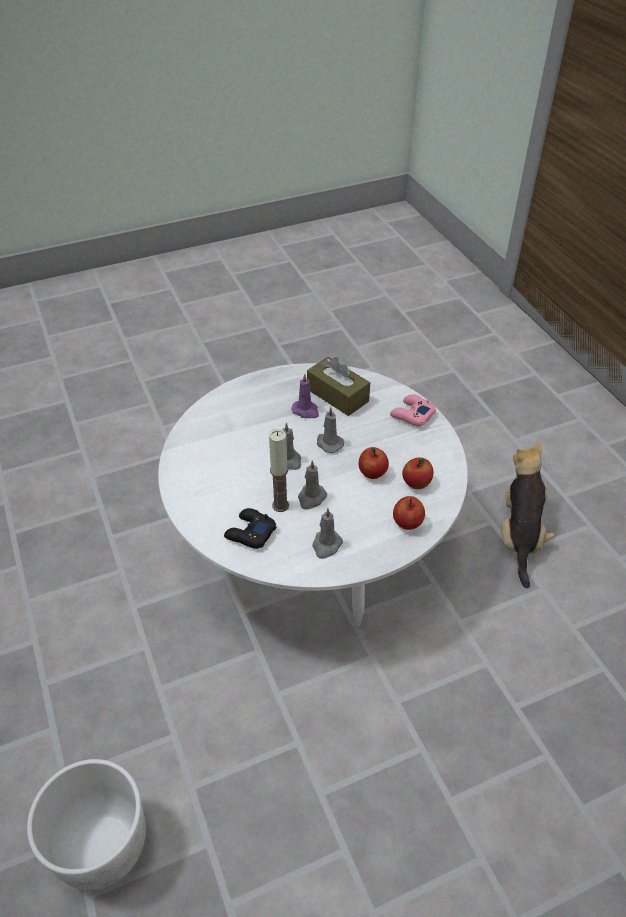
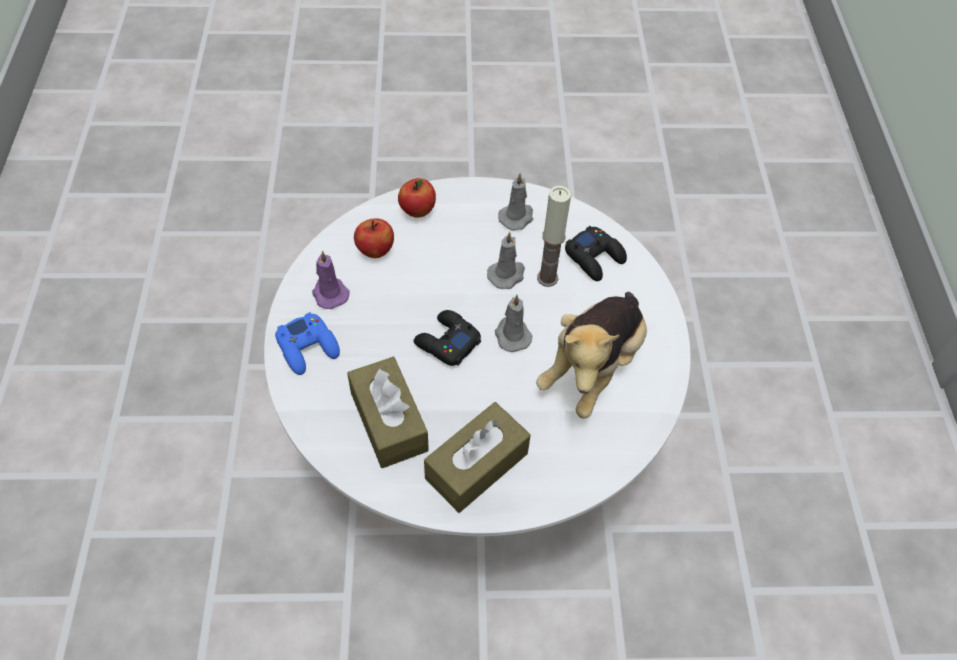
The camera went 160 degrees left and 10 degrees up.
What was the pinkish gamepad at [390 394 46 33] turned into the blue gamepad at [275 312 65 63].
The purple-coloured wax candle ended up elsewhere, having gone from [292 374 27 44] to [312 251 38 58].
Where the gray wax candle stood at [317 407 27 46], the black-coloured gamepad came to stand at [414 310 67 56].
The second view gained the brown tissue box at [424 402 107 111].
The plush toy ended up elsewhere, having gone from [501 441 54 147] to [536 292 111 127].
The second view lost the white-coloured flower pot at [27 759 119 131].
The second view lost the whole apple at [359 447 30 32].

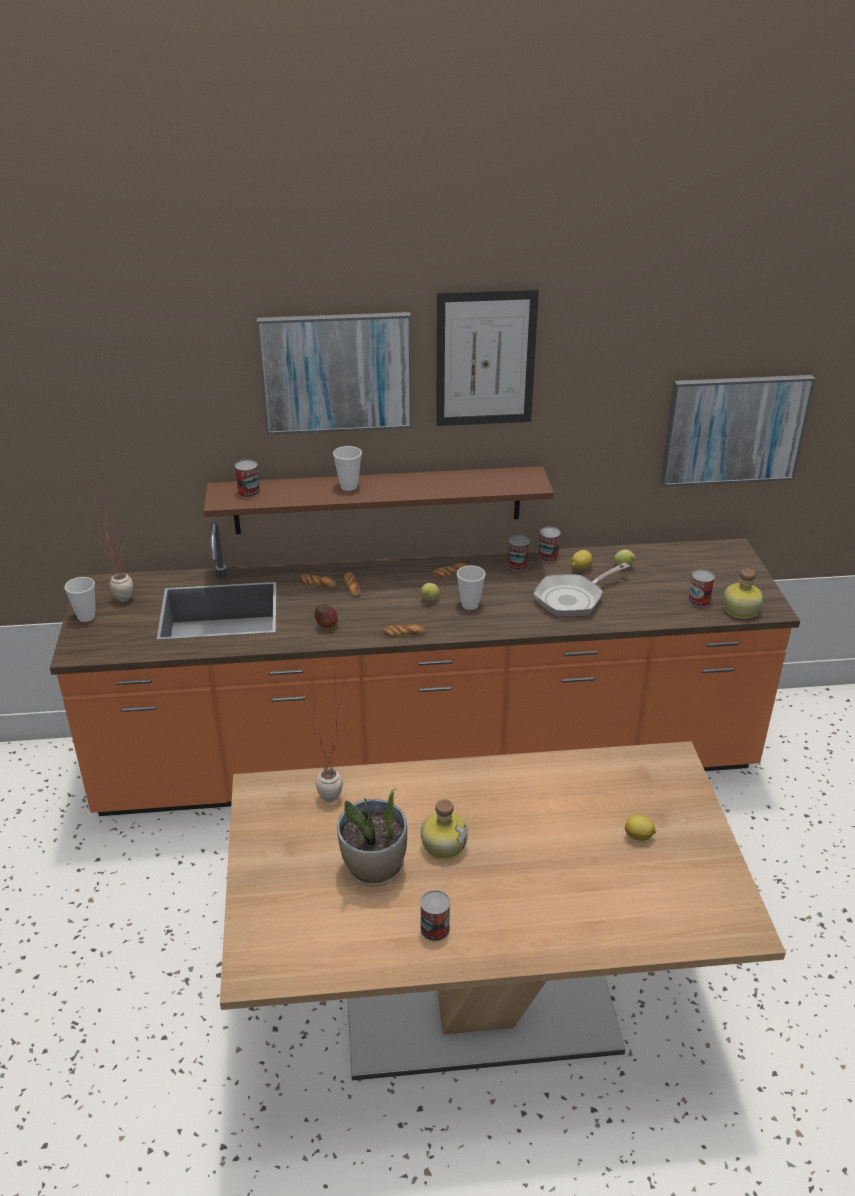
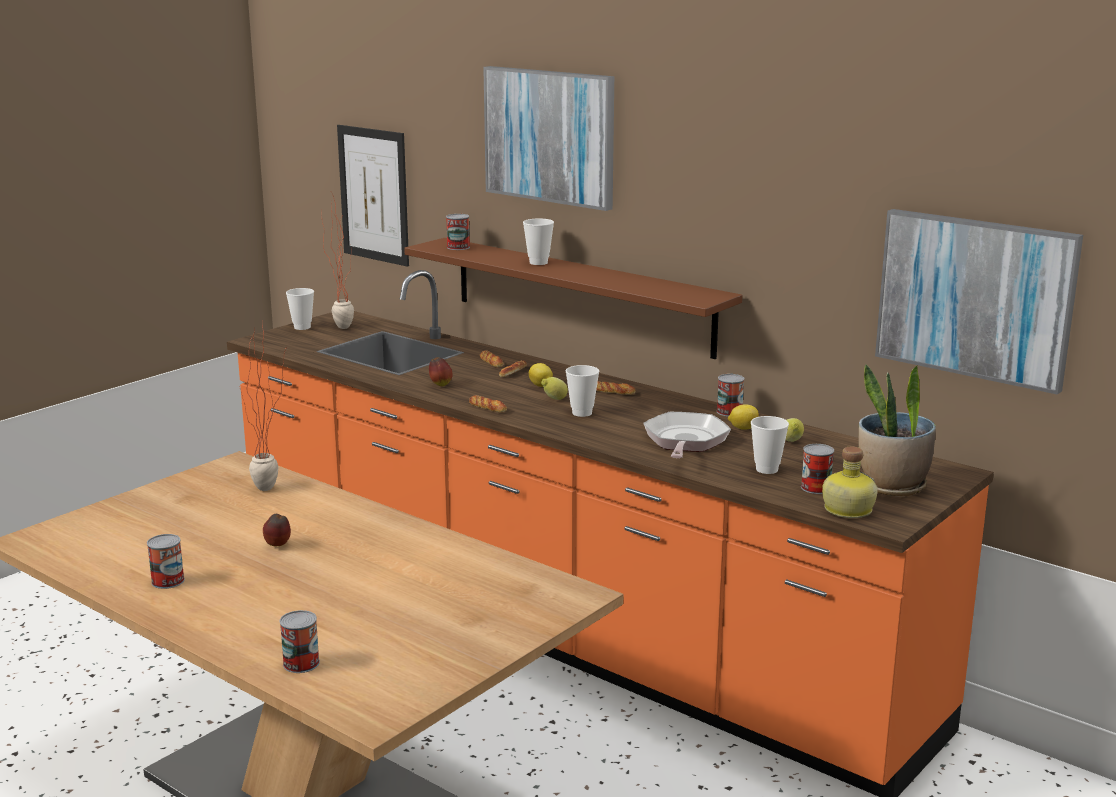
The camera went 45 degrees right and 15 degrees down.
Where the drink bottle stood at [421 799 47 61], the whole apple came to stand at [263 514 28 32].
The can ended up elsewhere, having gone from [508 535 22 36] to [280 610 40 63].
The wall picture ended up elsewhere, having gone from [436 289 103 137] to [337 125 72 142].
The lemon ended up elsewhere, having gone from [625 815 31 26] to [529 363 24 24].
The frying pan at [534 563 96 54] ended up facing another way, 90 degrees clockwise from before.
The second view gained the small cup at [751 416 38 58].
The houseplant ended up elsewhere, having gone from [337 788 70 98] to [858 364 78 132].

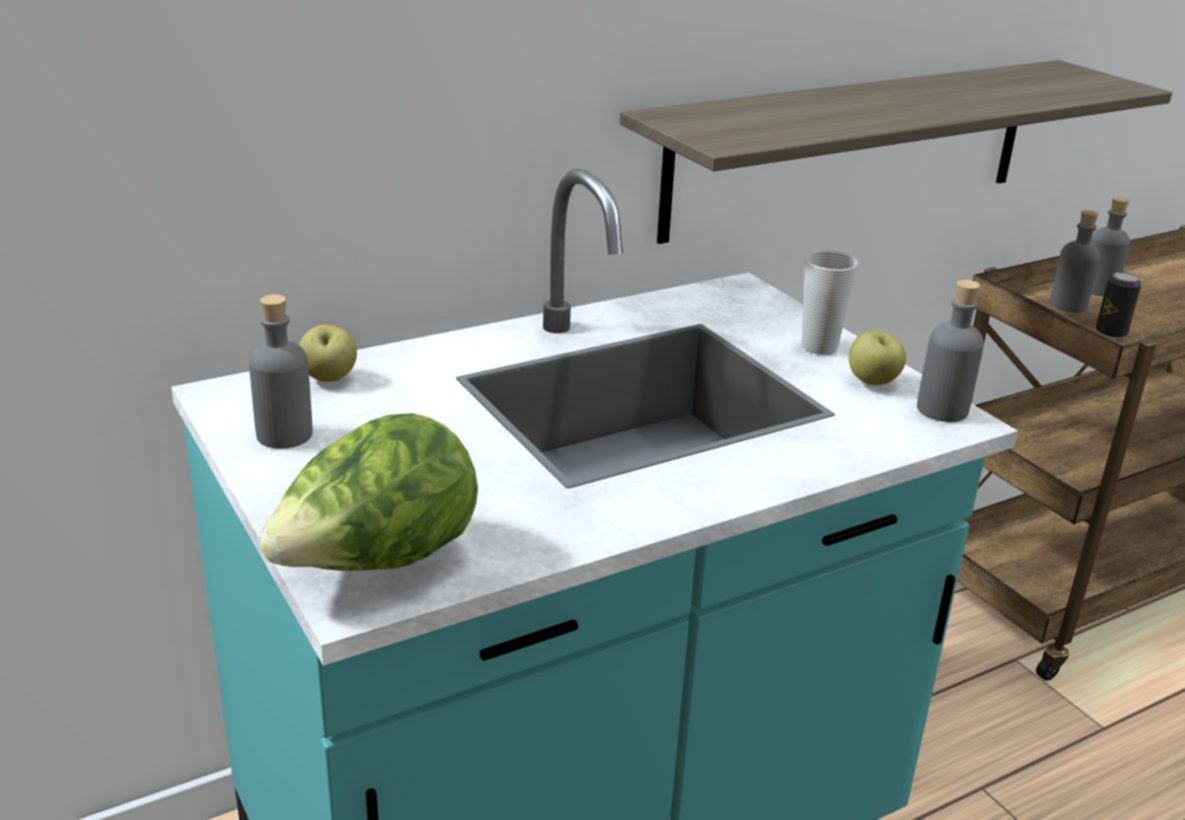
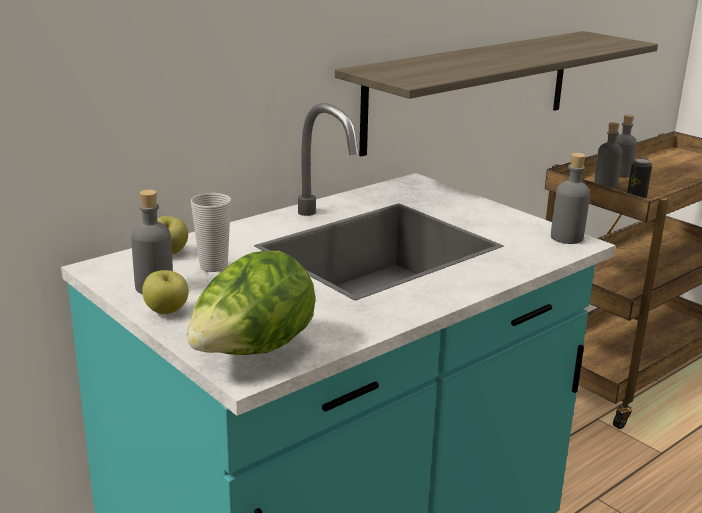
The camera went 10 degrees left and 5 degrees down.
The whole apple ended up elsewhere, having gone from [849 331 57 54] to [142 270 47 44].
The small cup ended up elsewhere, having gone from [802 250 56 104] to [191 193 40 79].

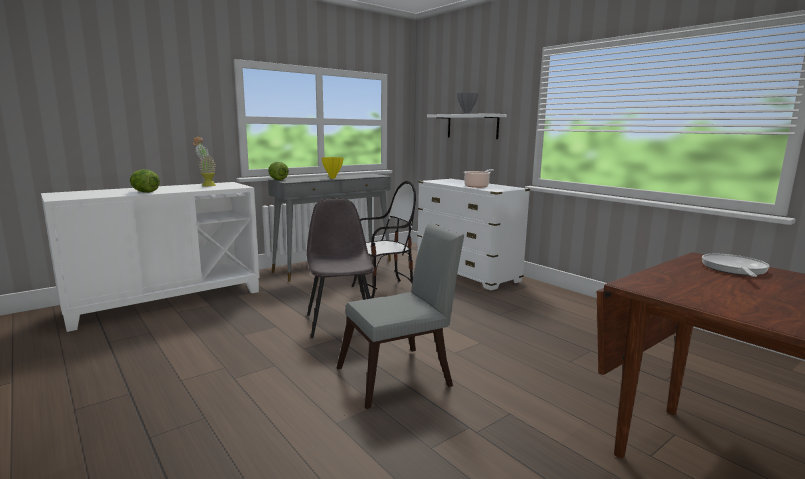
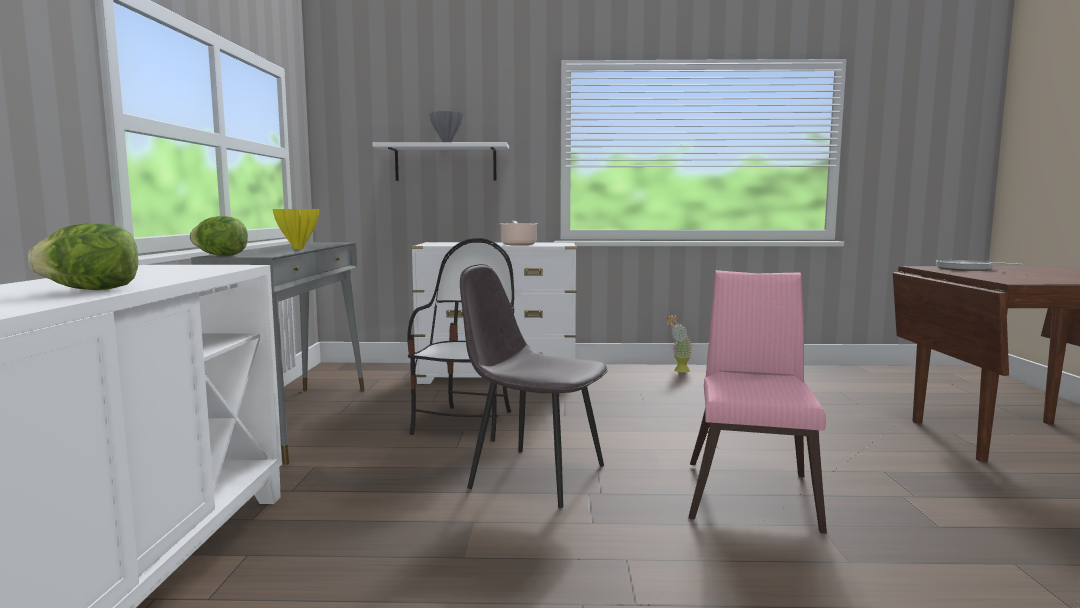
The camera went 50 degrees left and 5 degrees down.
The houseplant ended up elsewhere, having gone from [193 137 24 49] to [666 315 27 58].
What was the gray chair at [337 223 127 186] turned into the pinkish chair at [689 270 138 264].

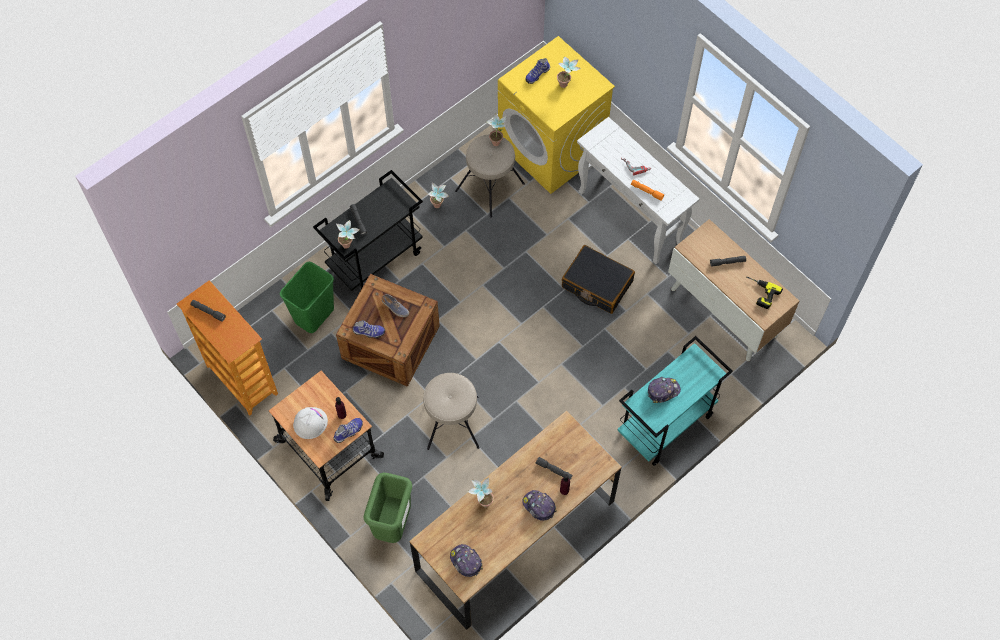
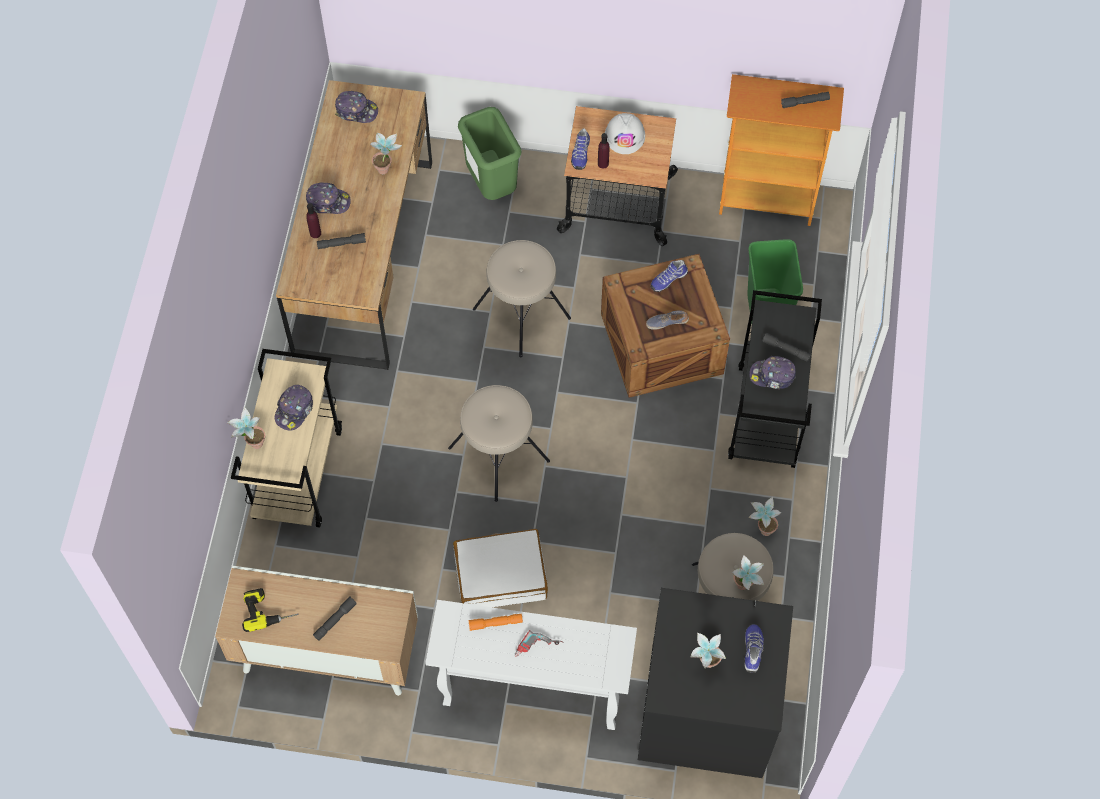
The camera went 140 degrees right and 0 degrees up.
The houseplant ended up elsewhere, having gone from [336 220 24 29] to [227 407 38 42].
What was the blue-green cart at [618 336 115 130] turned into the beige-coloured cart at [231 349 111 179].
The second view gained the beige-coloured sitting stool at [448 385 102 117].
What was the black-coloured piece of luggage at [562 245 73 69] turned into the white-coloured piece of luggage at [453 529 95 78].
What was the yellow-coloured washing machine at [498 36 117 158] turned into the black-coloured washing machine at [638 588 155 190].
The second view gained the cap at [749 356 47 33].

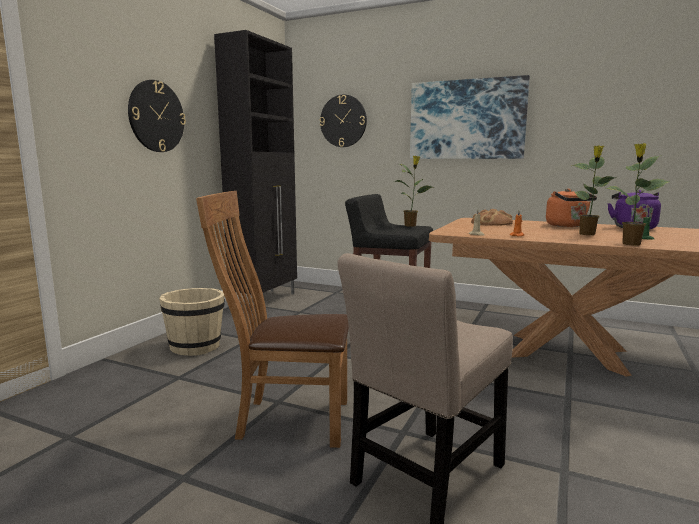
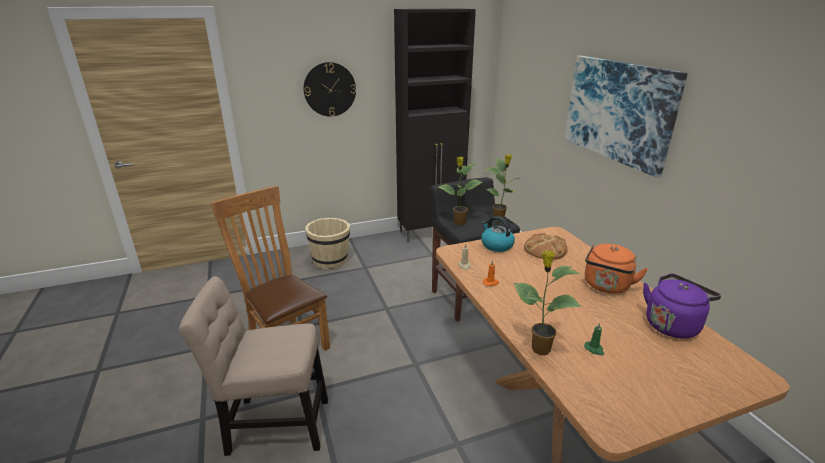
The camera went 45 degrees right and 15 degrees up.
The houseplant ended up elsewhere, having gone from [573 145 42 90] to [438 157 45 68].
The second view gained the water kettle at [481 216 34 36].
The second view lost the hanging clock at [320 94 47 53].

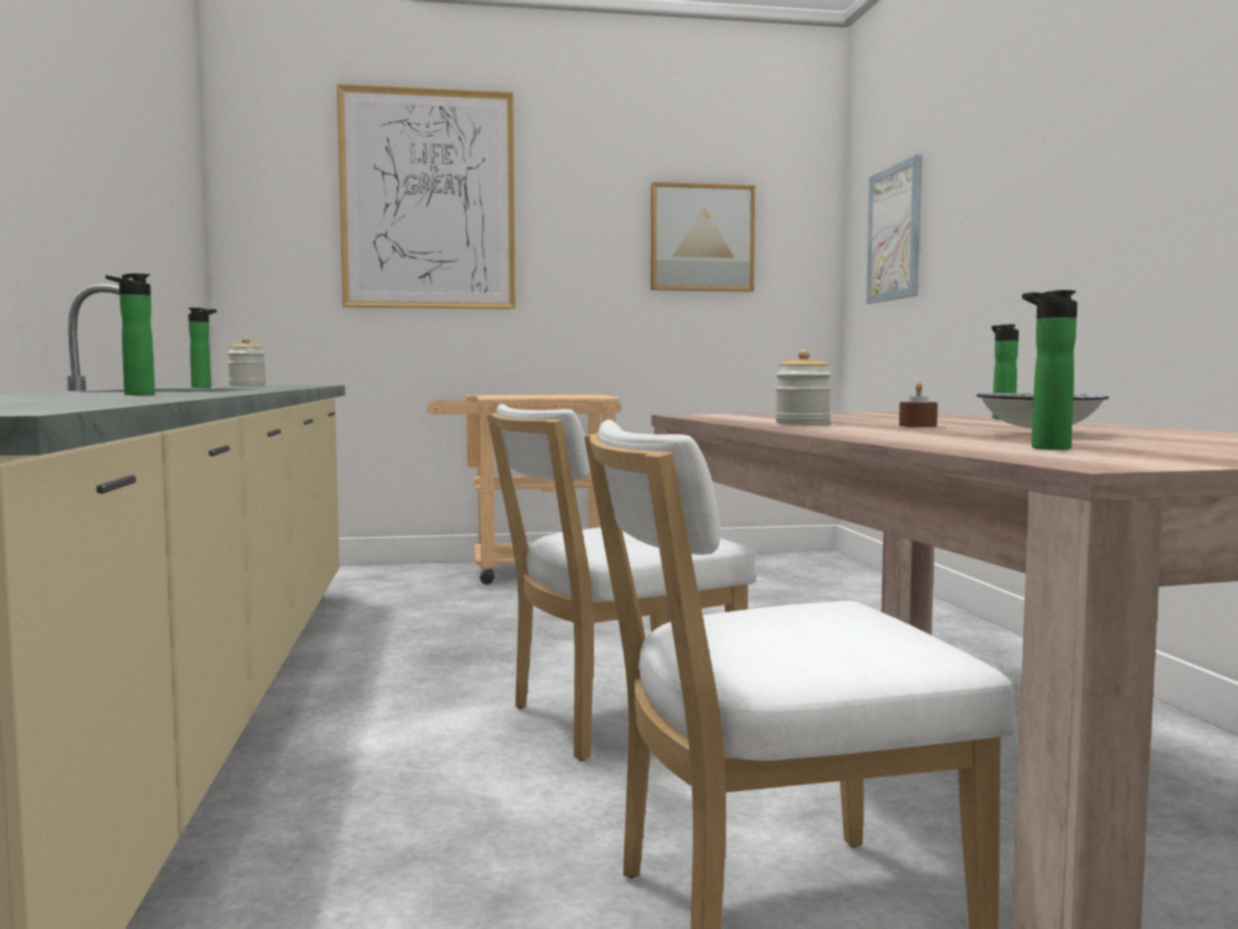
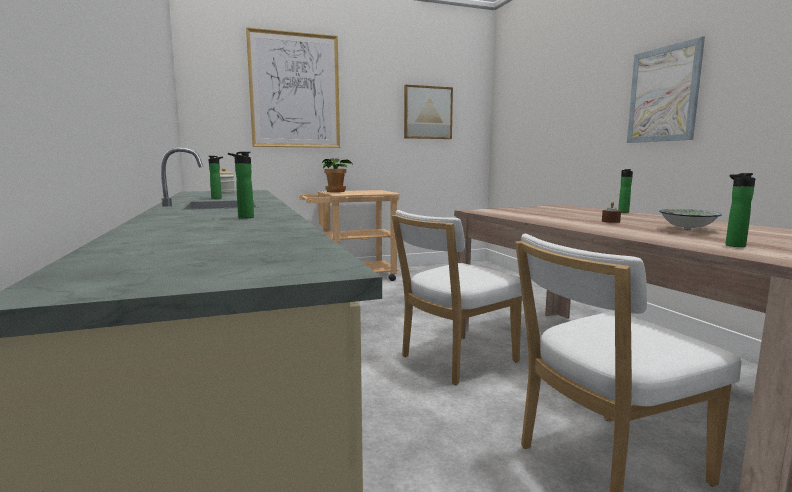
The camera went 10 degrees left and 5 degrees up.
The second view gained the houseplant at [322 158 30 34].
The wall picture ended up elsewhere, having gone from [866 154 56 150] to [627 36 78 107].
The second view lost the jar at [775 350 56 75].

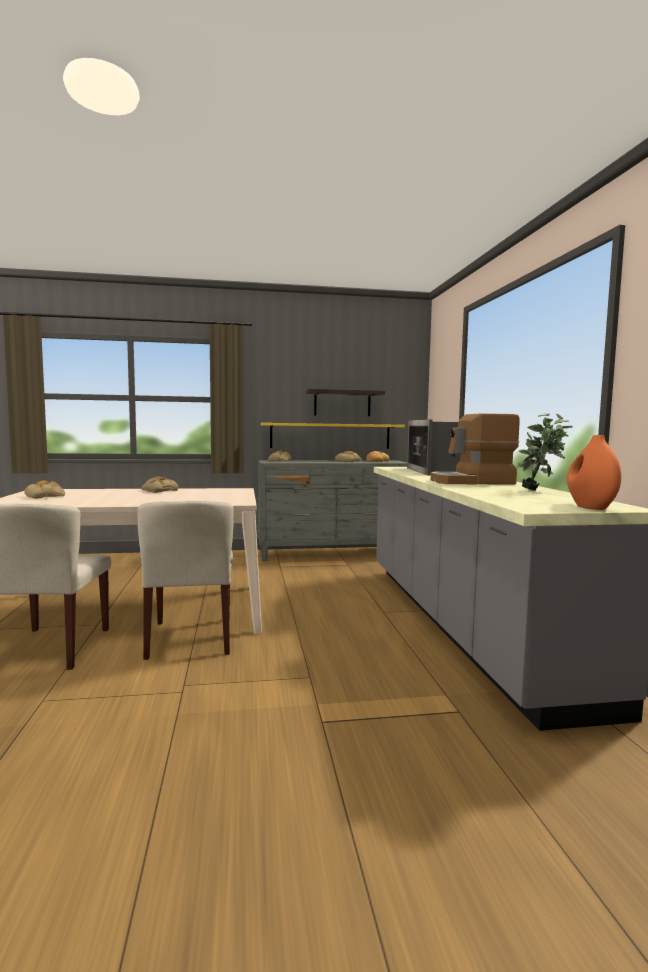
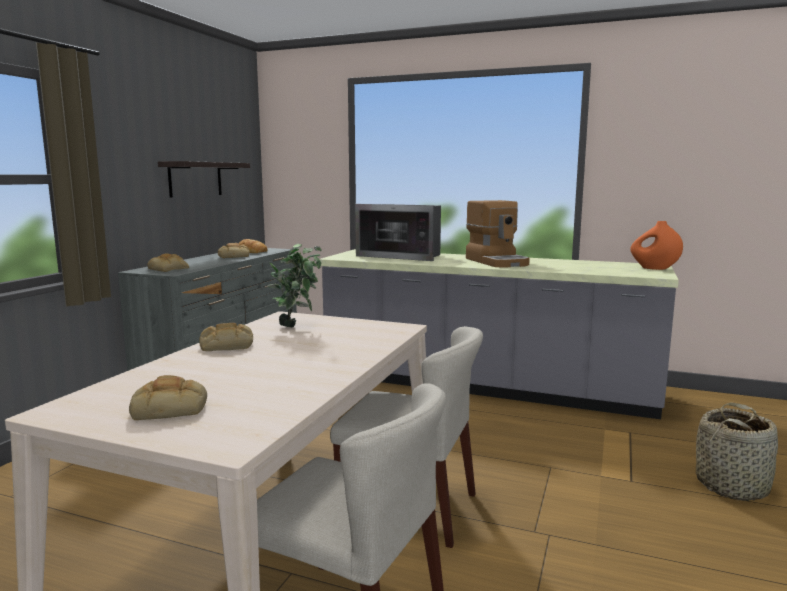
The camera went 60 degrees left and 5 degrees up.
The houseplant ended up elsewhere, having gone from [517 414 56 77] to [268 244 54 83].
The coffee maker at [431 413 89 71] ended up facing another way, 45 degrees counterclockwise from before.
The second view gained the basket at [696 402 82 99].
The second view lost the yellow-coloured bracket shelf at [261 423 144 26].

